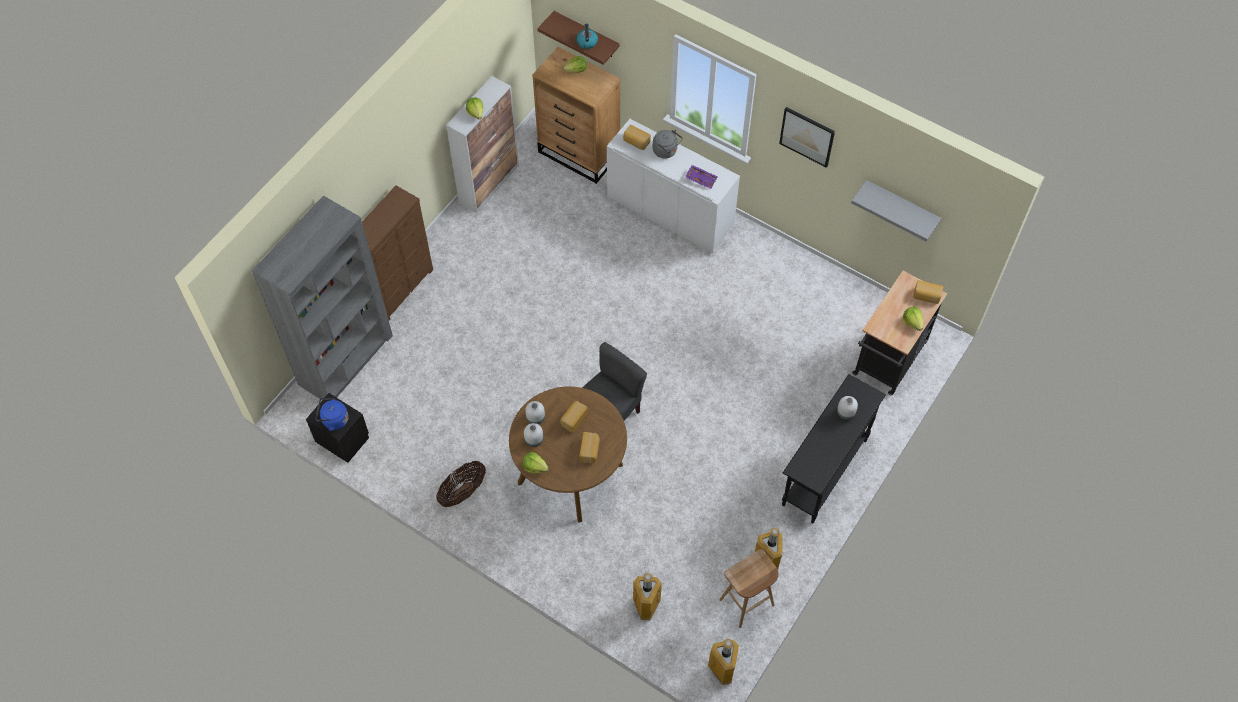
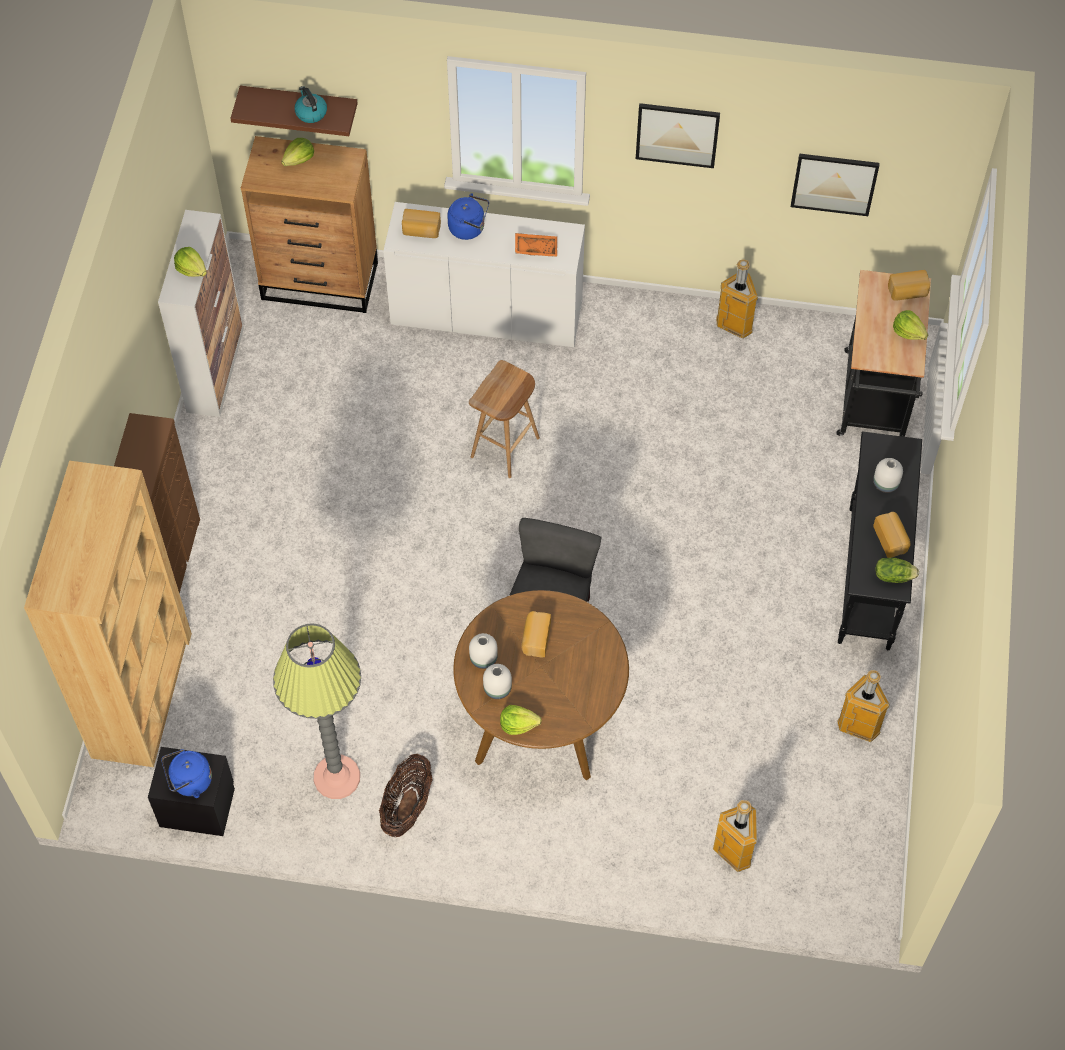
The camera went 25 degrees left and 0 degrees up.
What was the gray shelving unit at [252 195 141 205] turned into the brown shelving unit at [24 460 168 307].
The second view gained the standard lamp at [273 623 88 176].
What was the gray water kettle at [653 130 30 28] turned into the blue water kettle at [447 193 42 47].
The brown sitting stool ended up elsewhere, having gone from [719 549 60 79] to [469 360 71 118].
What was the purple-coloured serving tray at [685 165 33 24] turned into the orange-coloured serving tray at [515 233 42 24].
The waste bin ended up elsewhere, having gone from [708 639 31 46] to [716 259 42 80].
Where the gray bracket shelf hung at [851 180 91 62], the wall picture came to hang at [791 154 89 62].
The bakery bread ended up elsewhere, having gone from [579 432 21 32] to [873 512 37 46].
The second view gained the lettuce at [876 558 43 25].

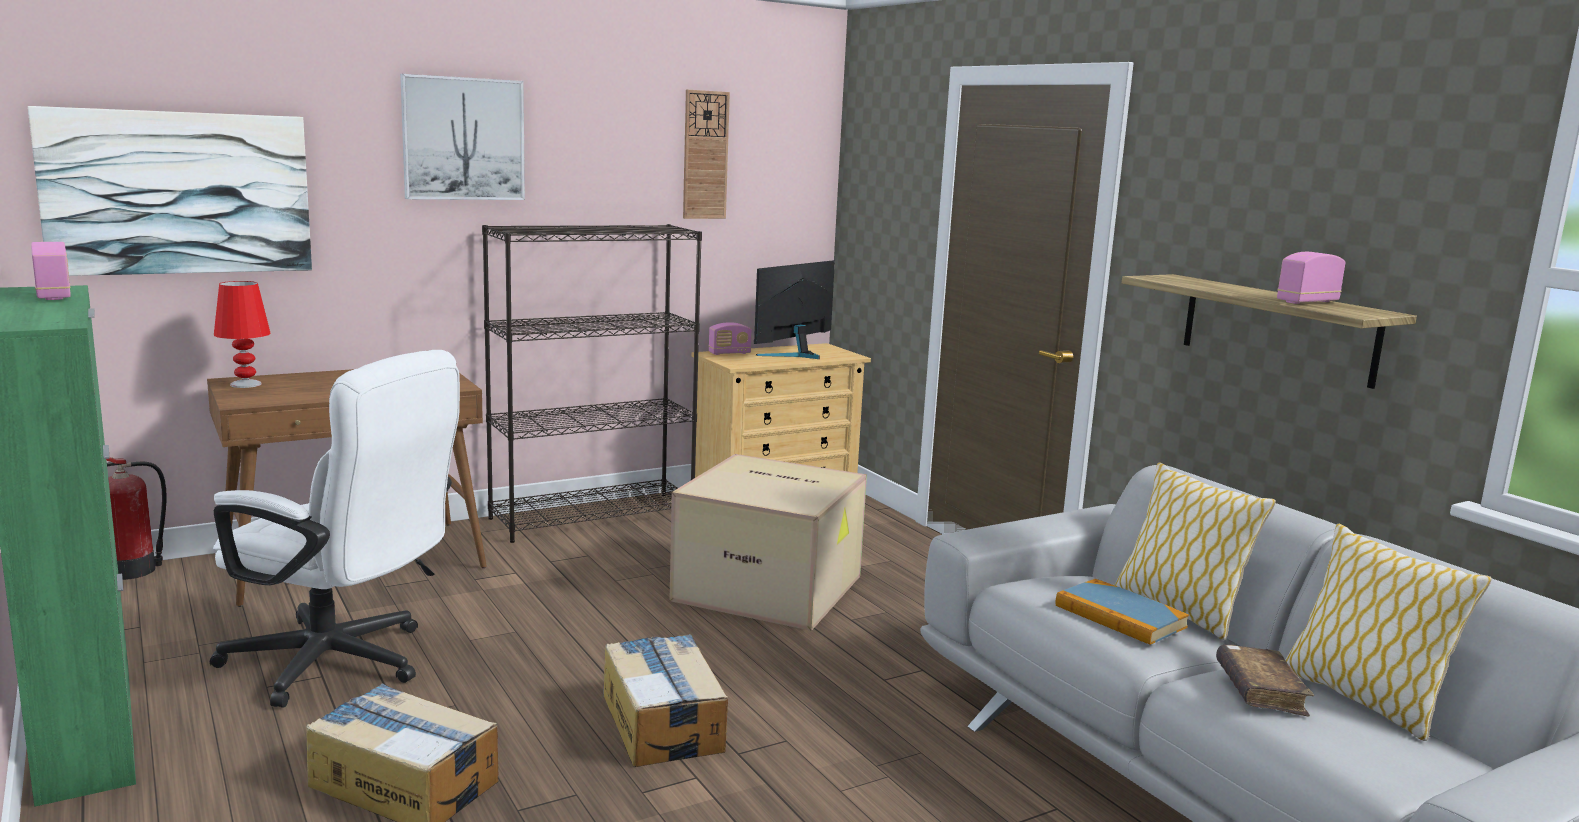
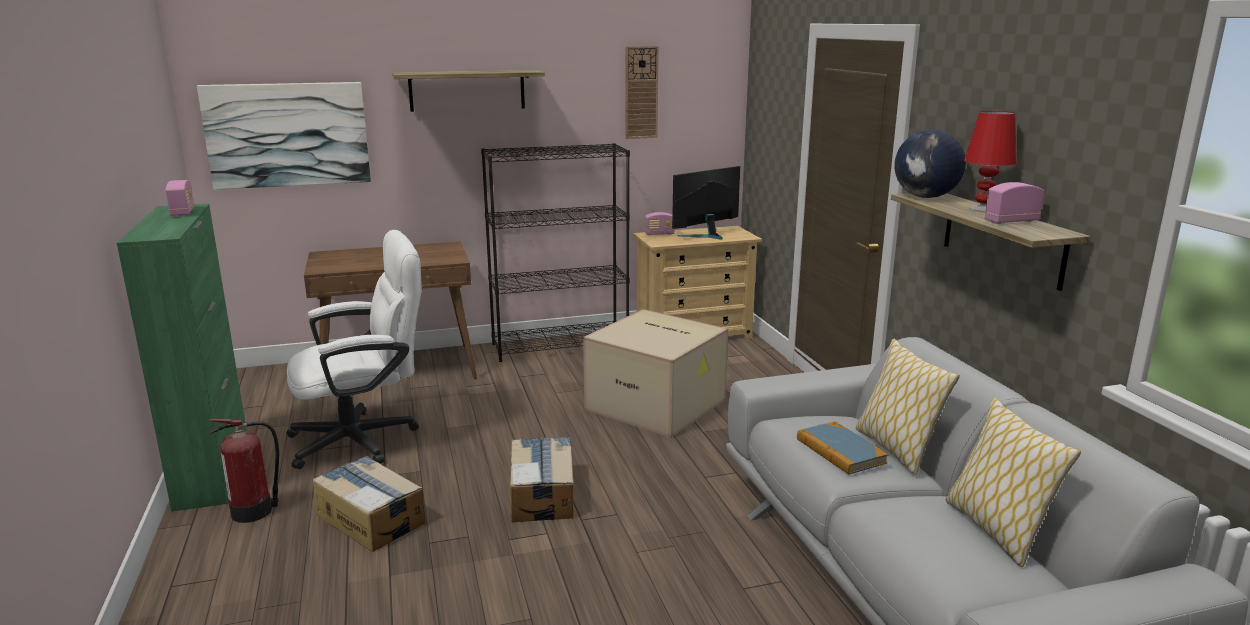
The camera went 15 degrees right and 5 degrees up.
The fire extinguisher ended up elsewhere, having gone from [106 457 61 123] to [209 419 70 104].
The white-coloured computer chair at [210 350 250 358] ended up facing another way, 60 degrees counterclockwise from before.
Where the wall picture hung at [400 74 125 126], the bracket shelf came to hang at [392 70 153 42].
The second view gained the globe at [894 130 72 68].
The red table lamp ended up elsewhere, having gone from [214 281 57 107] to [964 111 53 102].
The second view lost the brown book at [1216 644 98 72].

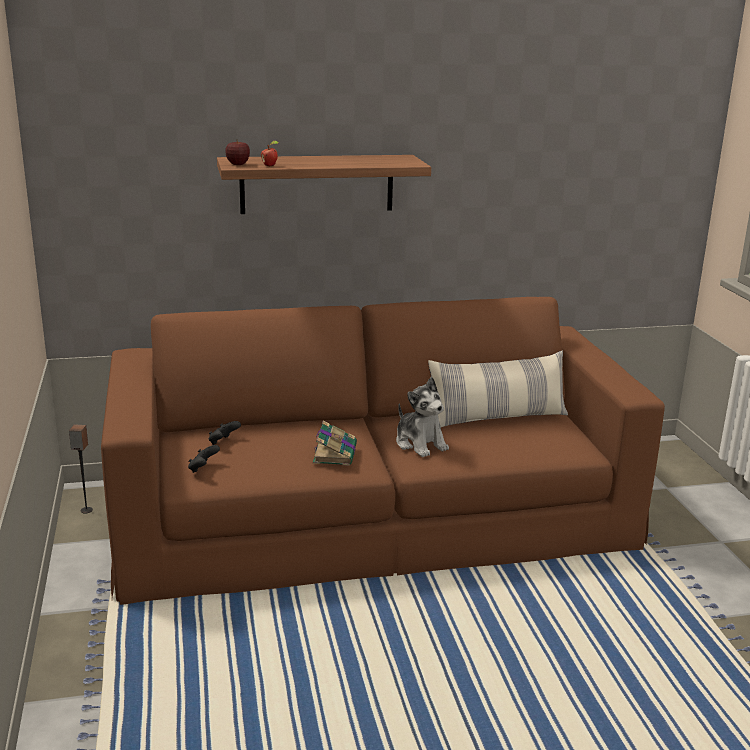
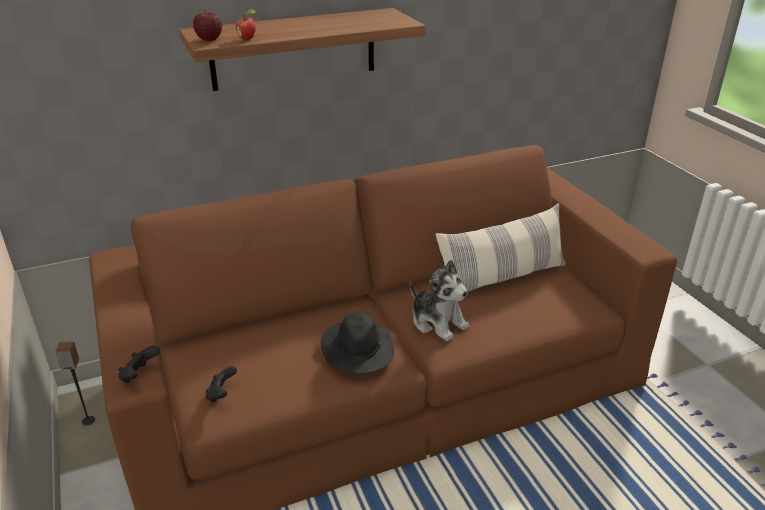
The camera went 10 degrees left and 10 degrees up.
The black-coloured gamepad ended up elsewhere, having gone from [208 421 33 24] to [118 346 42 37].
Where the book stood at [313 421 44 45], the black-coloured wearable hat came to stand at [321 313 73 60].

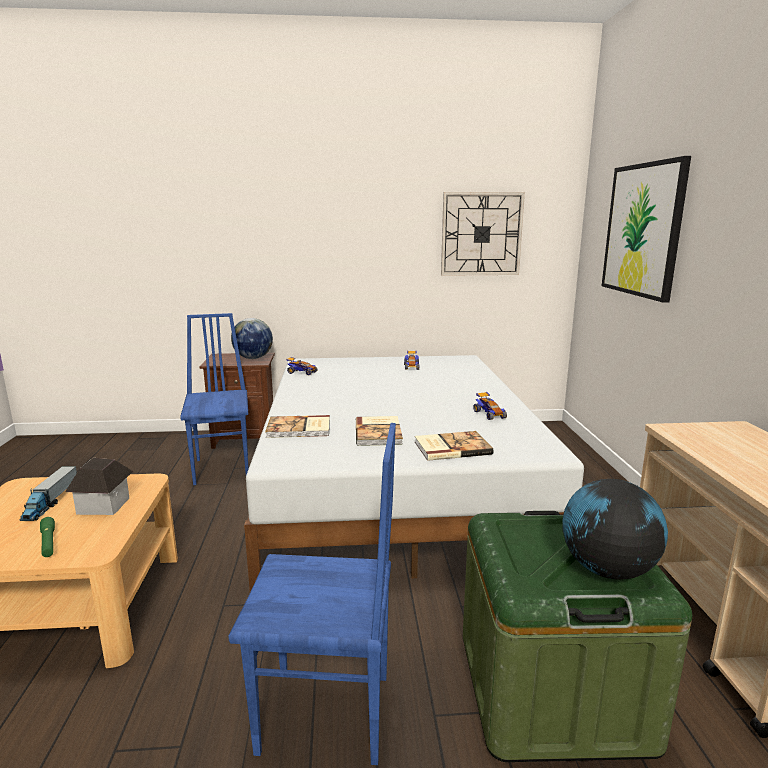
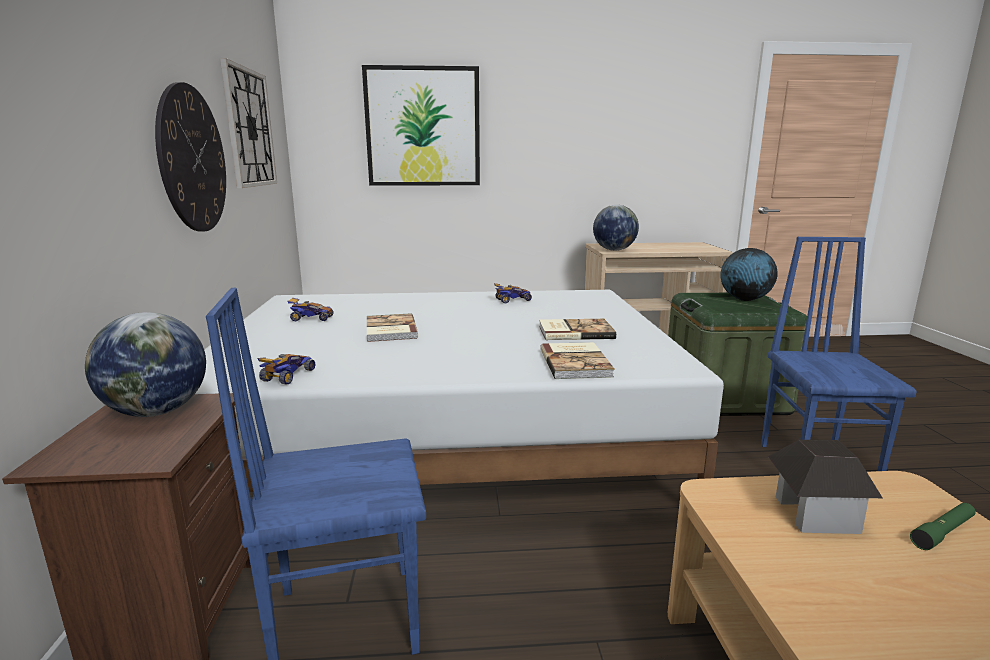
The camera went 90 degrees left and 0 degrees up.
The second view gained the hanging clock at [155 82 71 150].
The book ended up elsewhere, having gone from [415 431 78 30] to [367 313 52 29].
The second view gained the globe at [593 205 46 46].
The second view lost the model truck at [19 466 58 55].

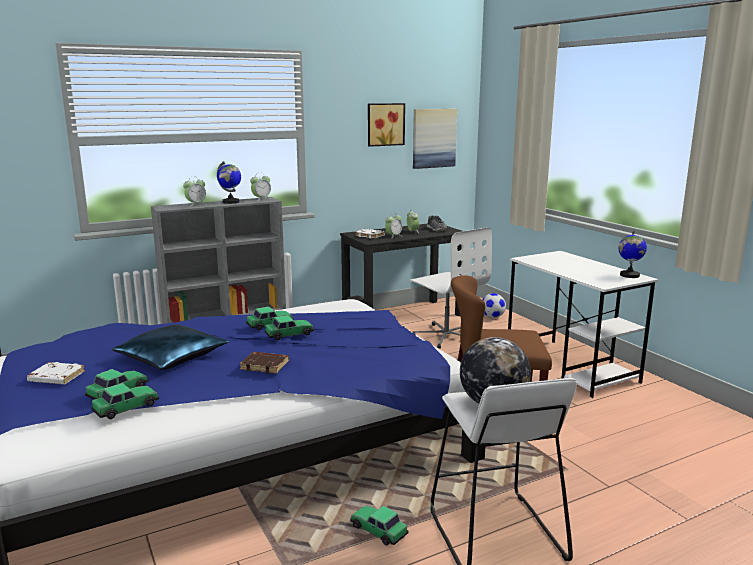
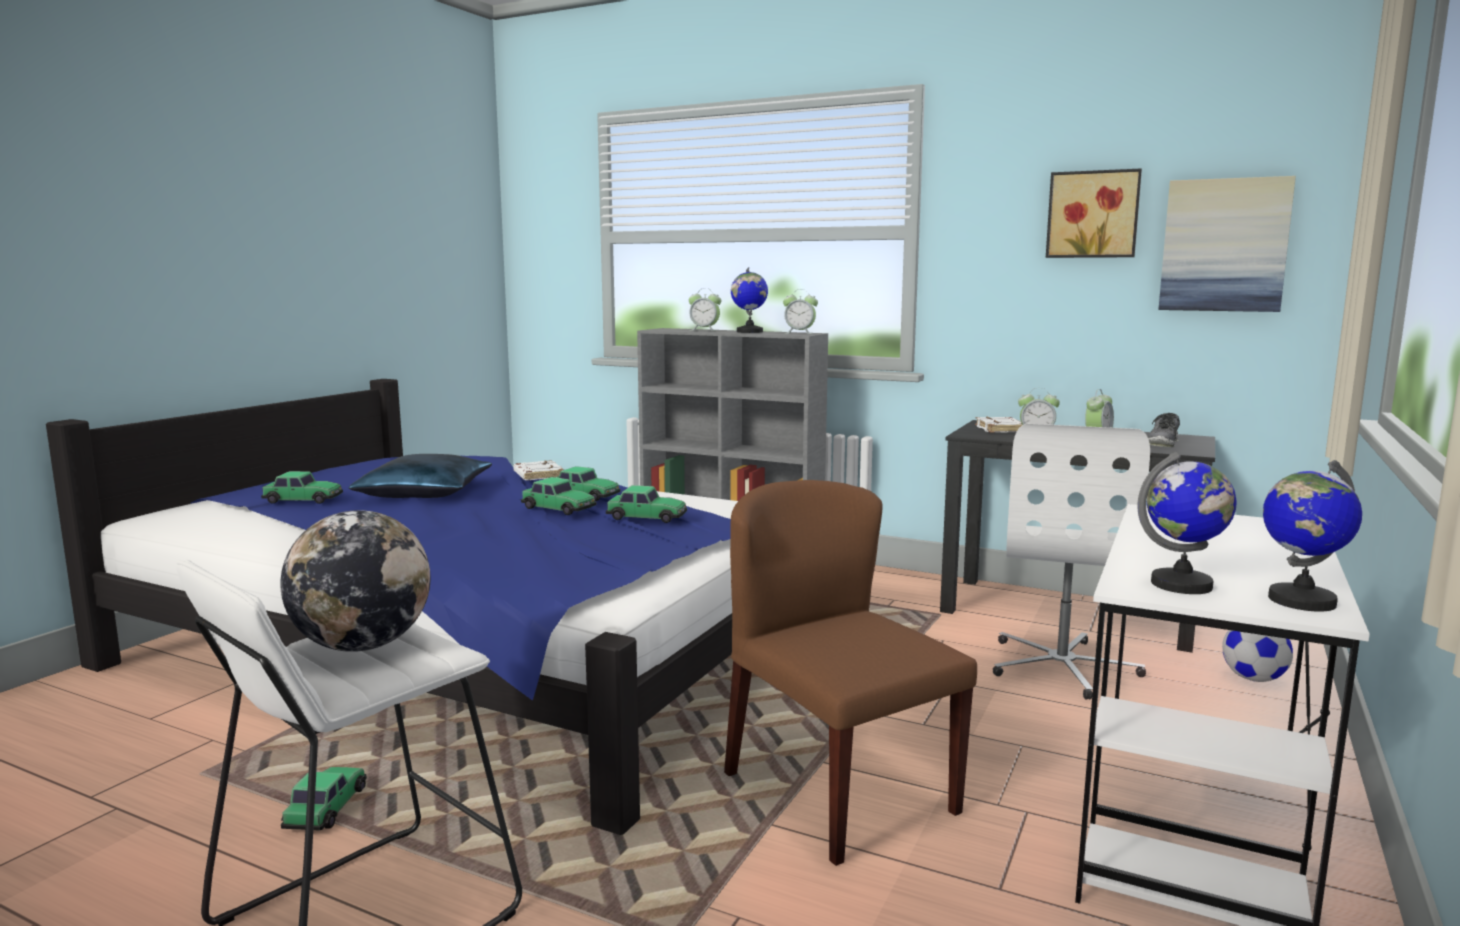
The camera went 55 degrees right and 5 degrees down.
The white-coloured book ended up elsewhere, having gone from [27 362 58 23] to [513 460 51 20].
The toy car ended up elsewhere, having gone from [91 383 68 36] to [606 485 81 38].
The second view gained the globe at [1137 452 99 142].
The second view lost the brown book at [239 352 50 22].

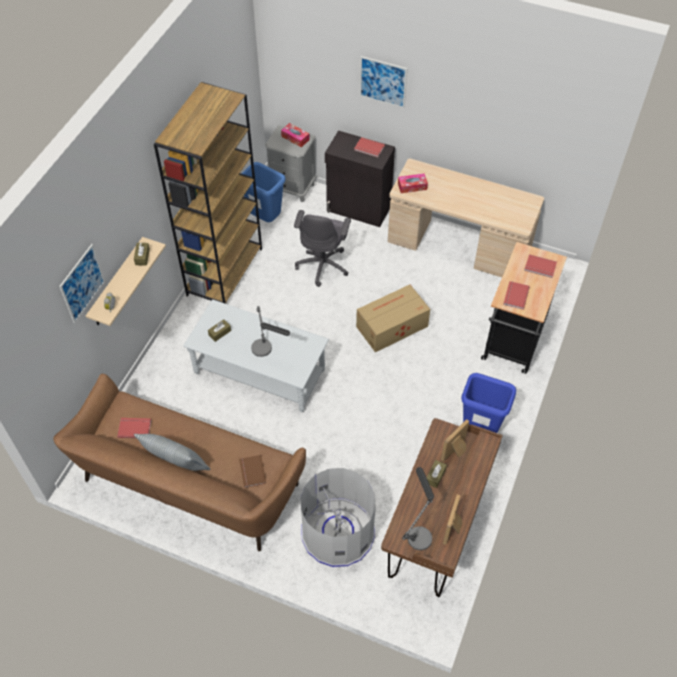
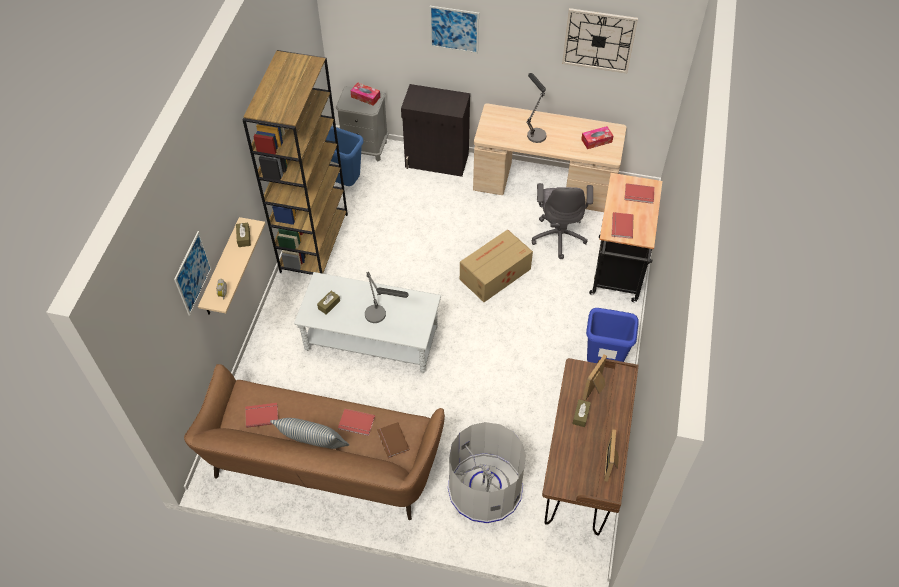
The camera went 10 degrees left and 0 degrees up.
The red book ended up elsewhere, having gone from [354 137 31 20] to [338 409 37 27].
The table lamp ended up elsewhere, having gone from [402 467 32 83] to [526 73 20 70].
The gray computer chair ended up elsewhere, having gone from [294 210 57 77] to [532 183 61 76].
The second view gained the hanging clock at [562 8 76 65].
The tissue box ended up elsewhere, having gone from [398 173 30 20] to [581 126 32 23].

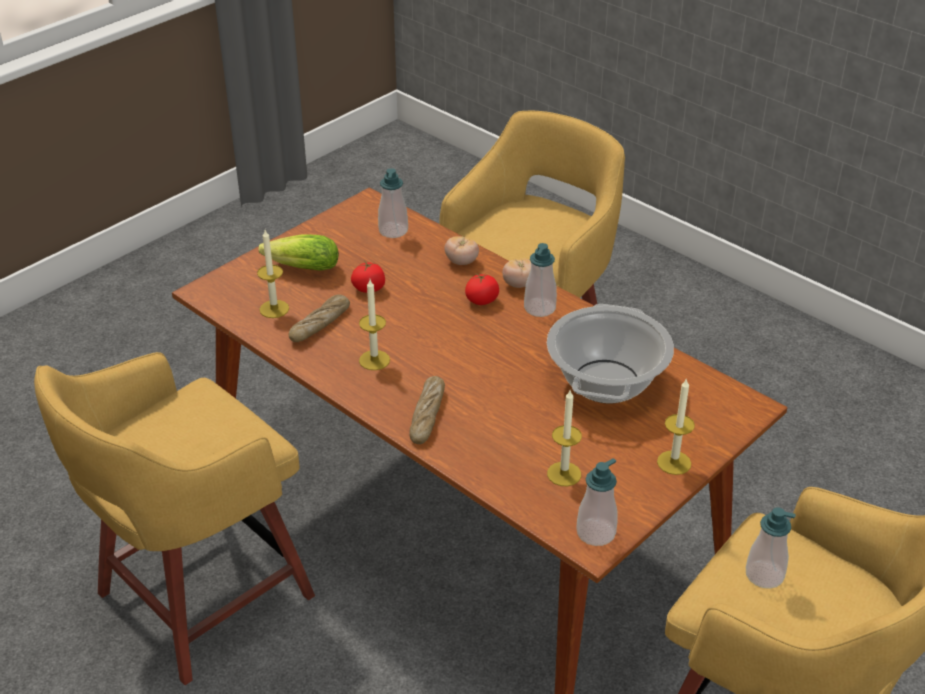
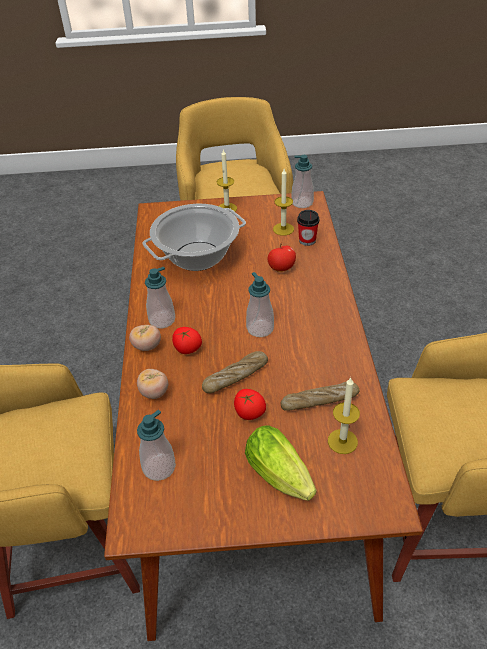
The camera went 135 degrees left and 5 degrees up.
The bakery bread ended up elsewhere, having gone from [409 376 36 68] to [202 351 66 42].
The soap dispenser ended up elsewhere, having gone from [746 507 50 82] to [246 272 28 65].
The second view gained the whole apple at [268 242 28 30].
The second view gained the small cup at [297 210 22 36].
The second view lost the wax candle at [359 279 31 91].

